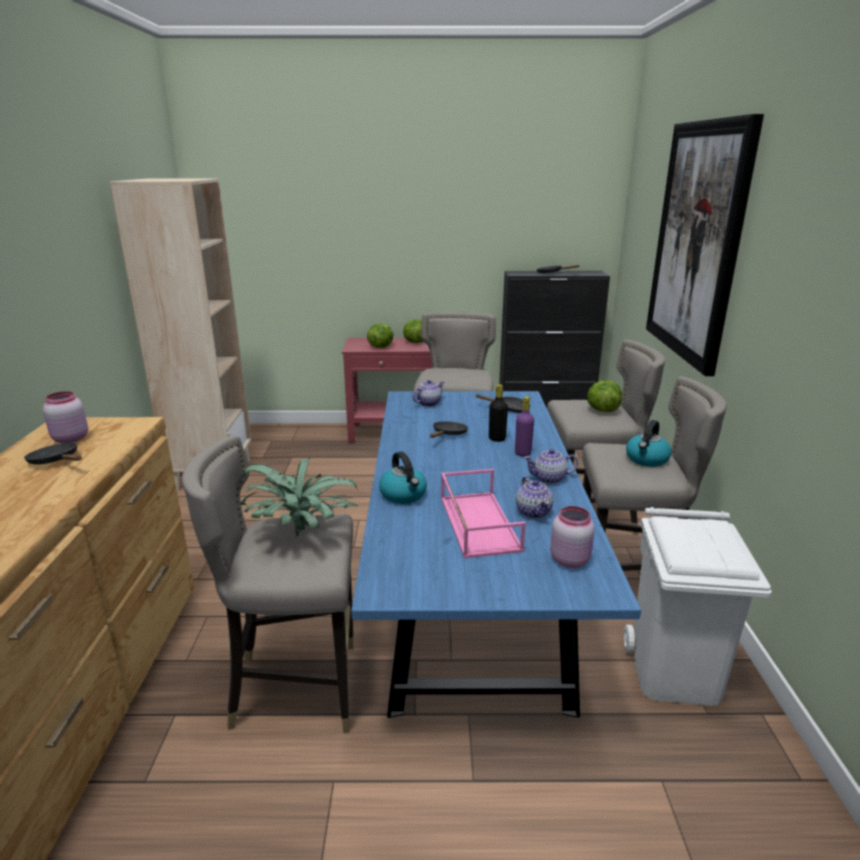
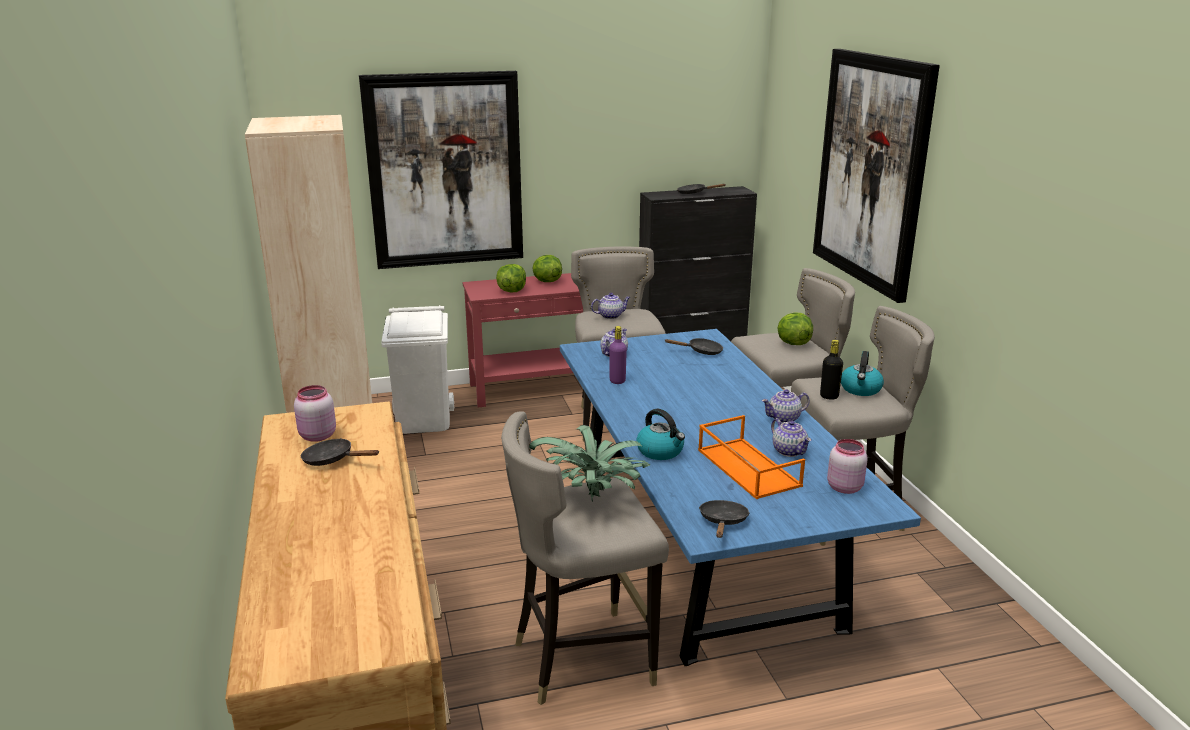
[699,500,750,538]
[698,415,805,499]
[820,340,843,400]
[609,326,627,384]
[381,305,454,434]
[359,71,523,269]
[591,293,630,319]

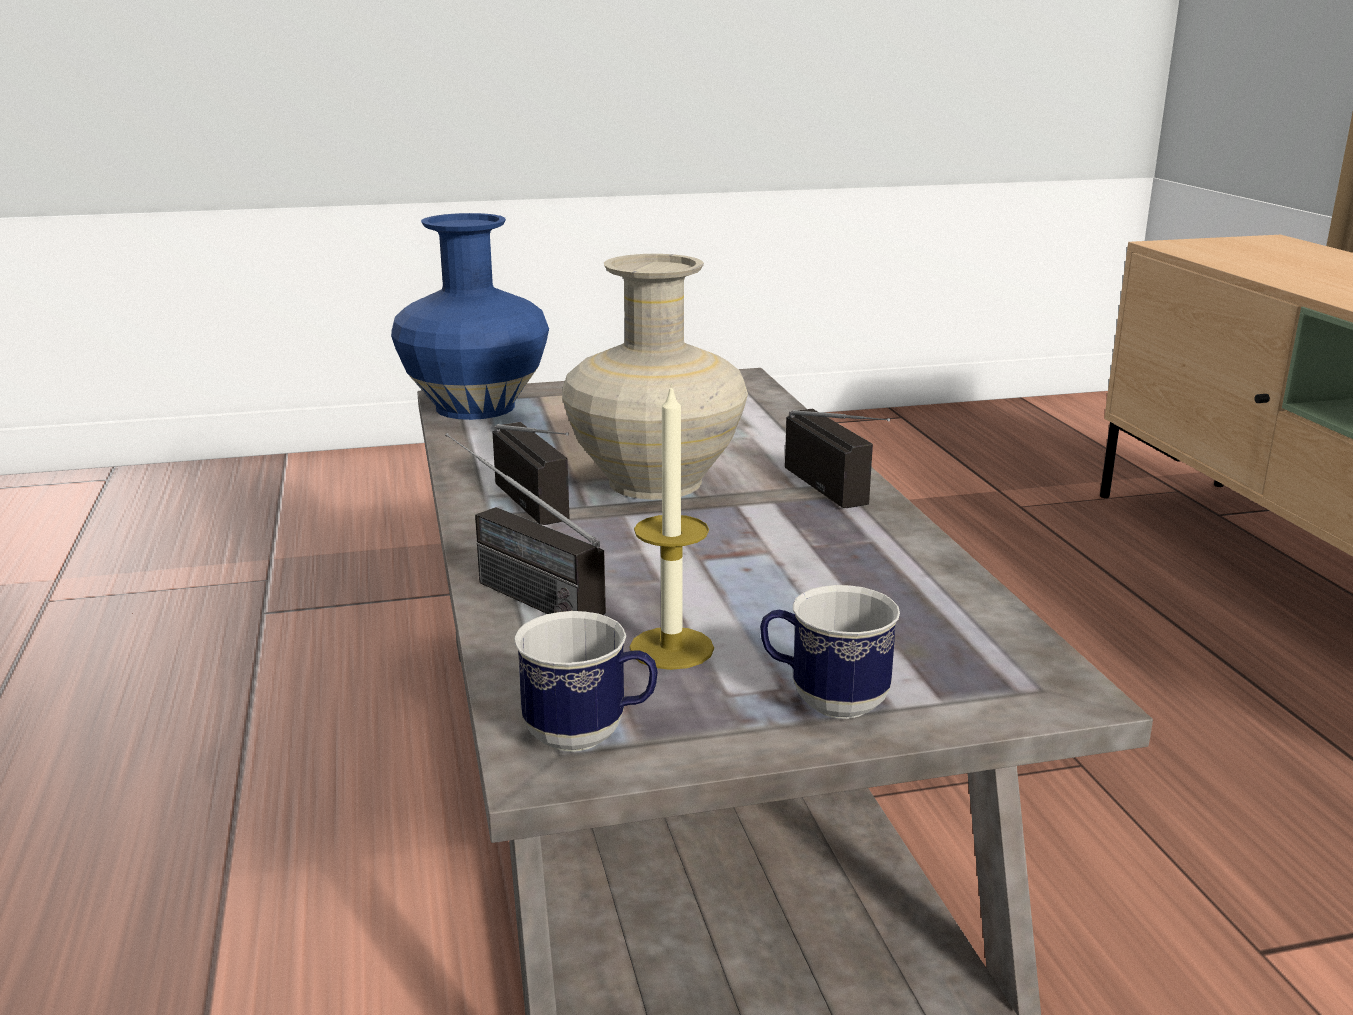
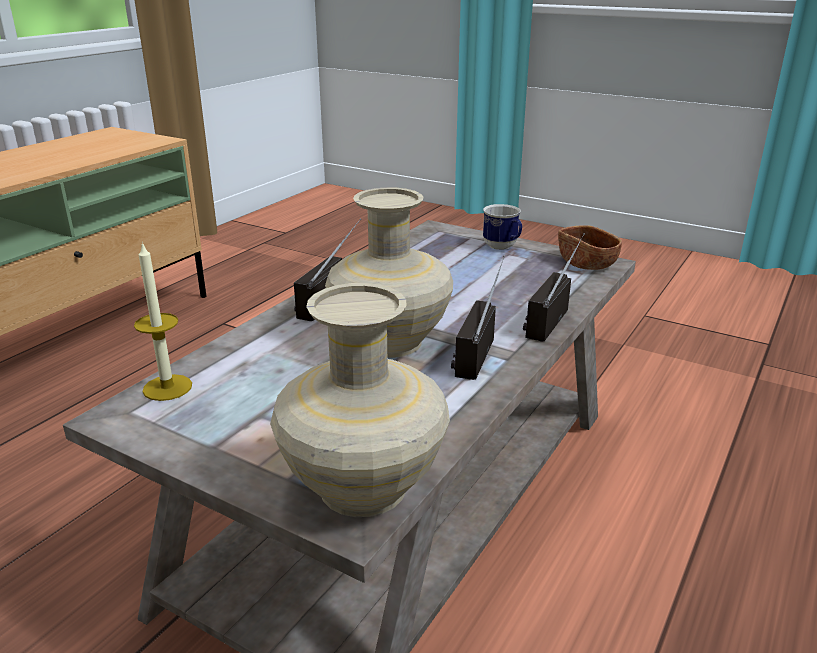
[270,283,450,517]
[523,233,585,341]
[558,225,622,270]
[134,241,192,401]

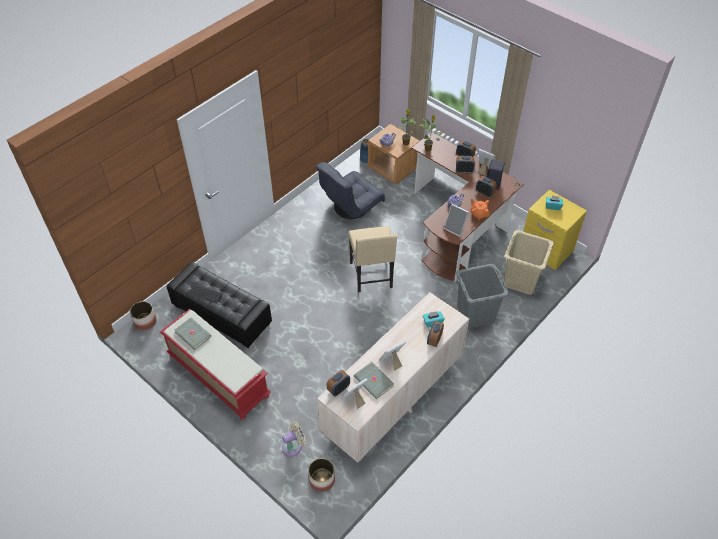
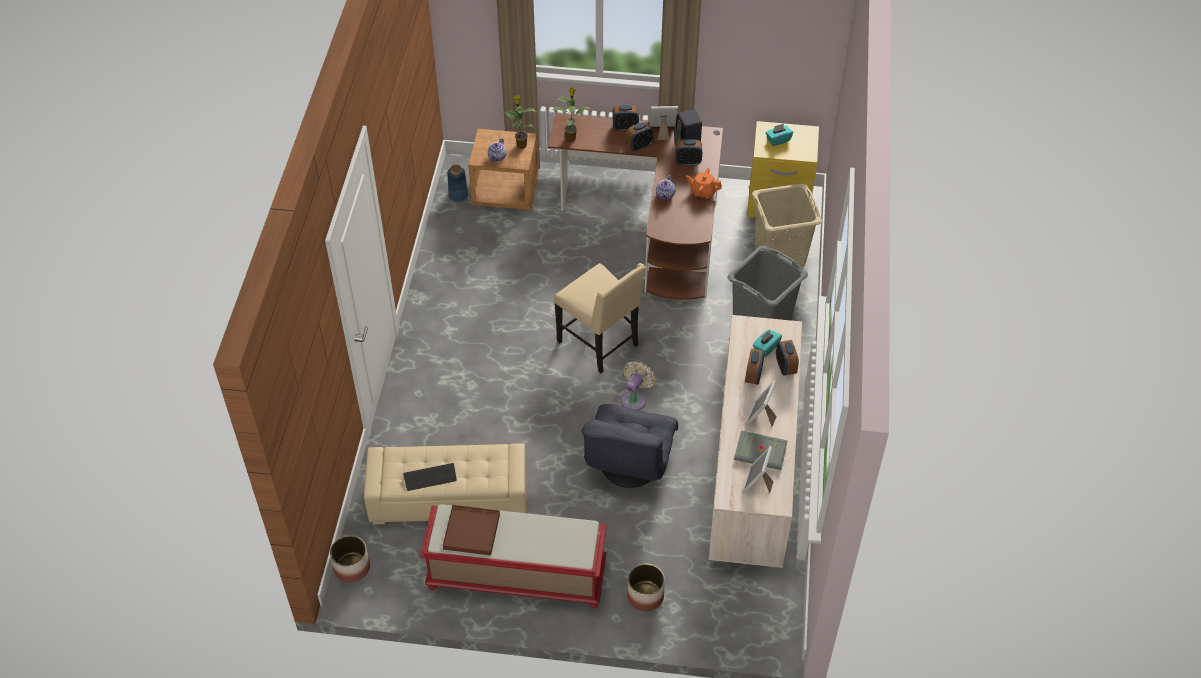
[364,443,527,524]
[443,505,500,555]
[621,361,655,411]
[627,564,665,611]
[581,404,678,488]
[745,348,765,385]
[444,204,469,237] (first image)

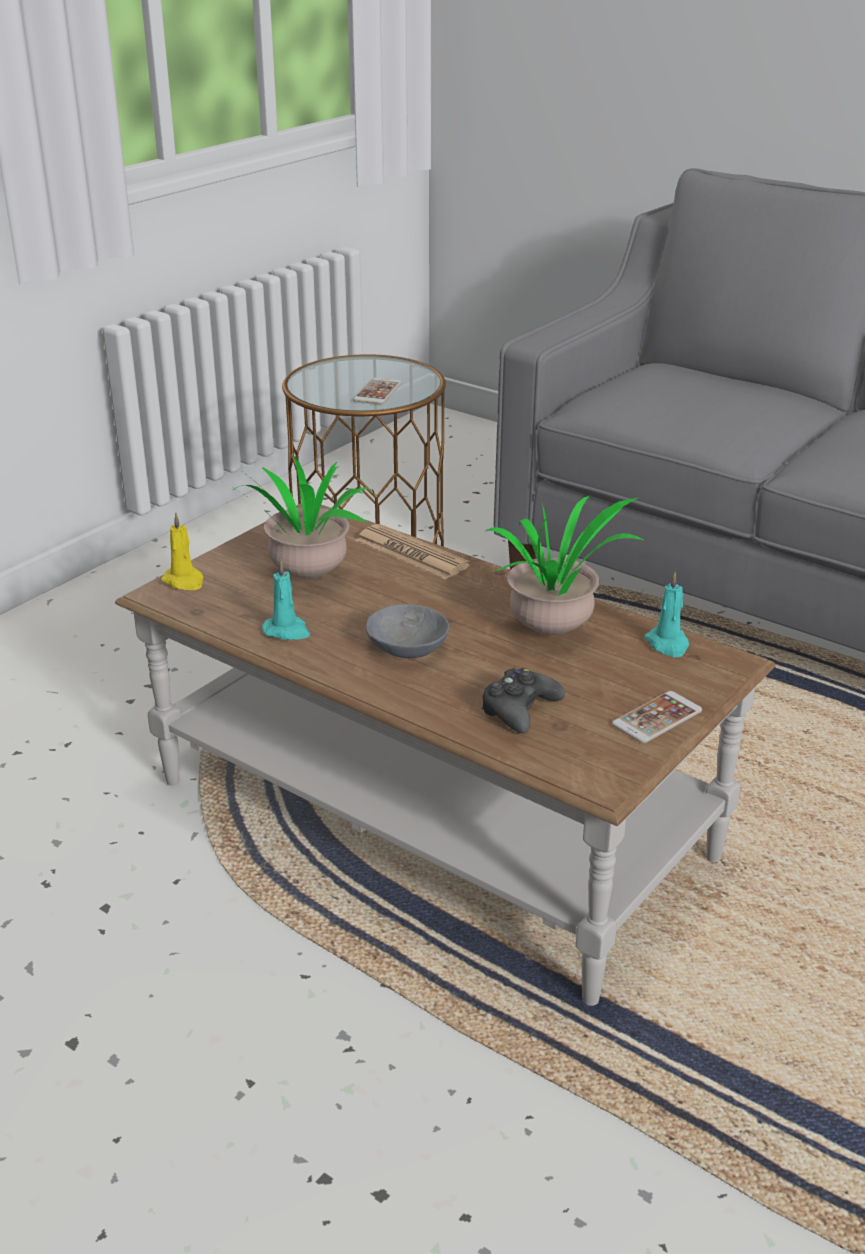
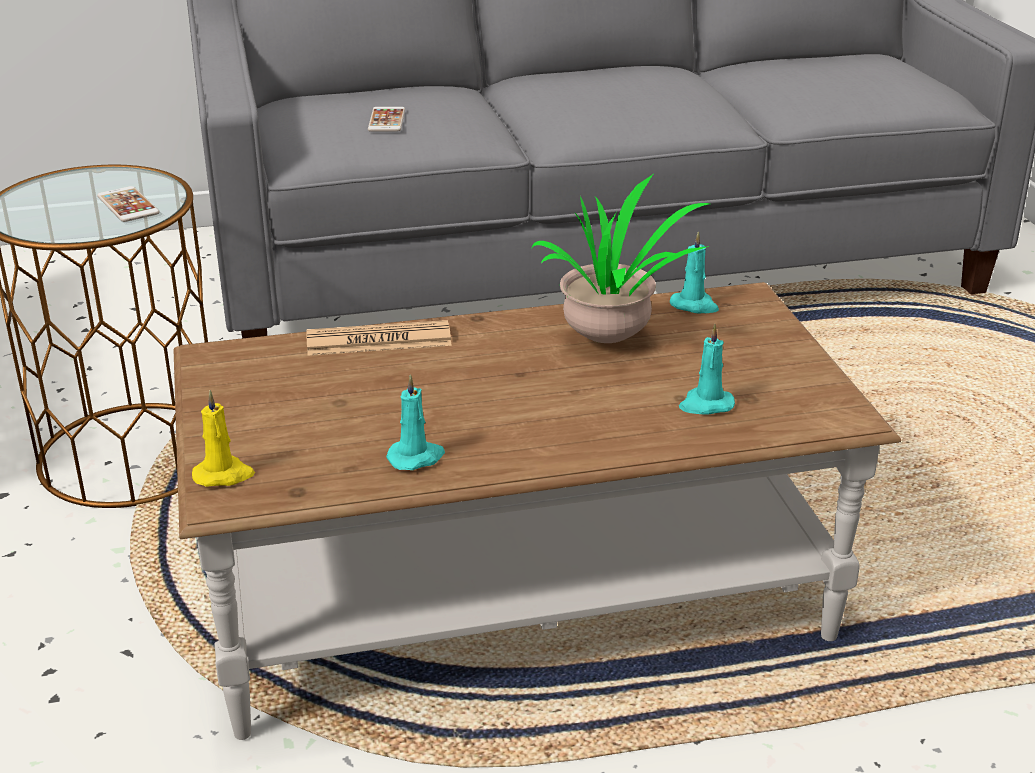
[225,454,374,579] (first image)
[366,604,449,658] (first image)
[679,324,735,415]
[368,107,405,132]

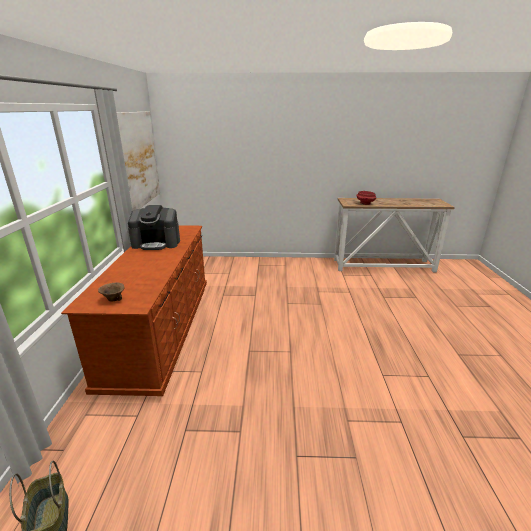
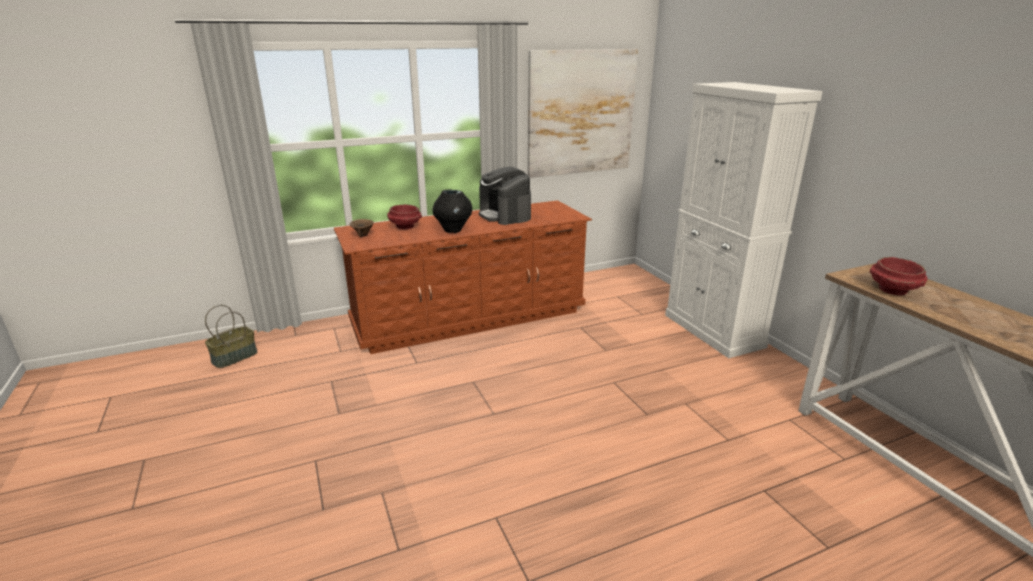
[387,204,422,229]
[432,189,472,233]
[665,82,823,358]

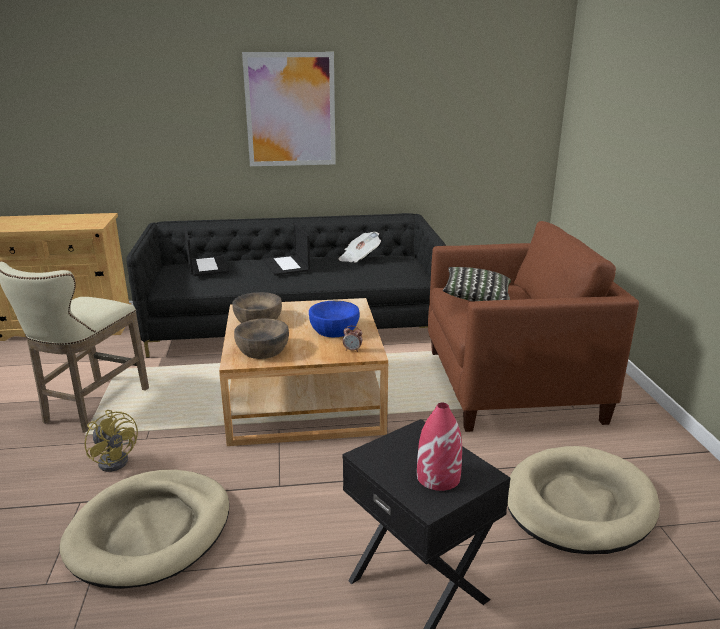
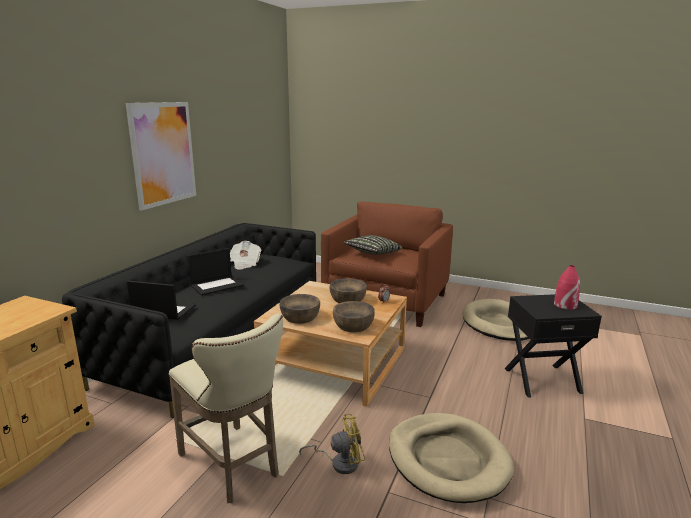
[187,248,244,296]
[330,278,367,303]

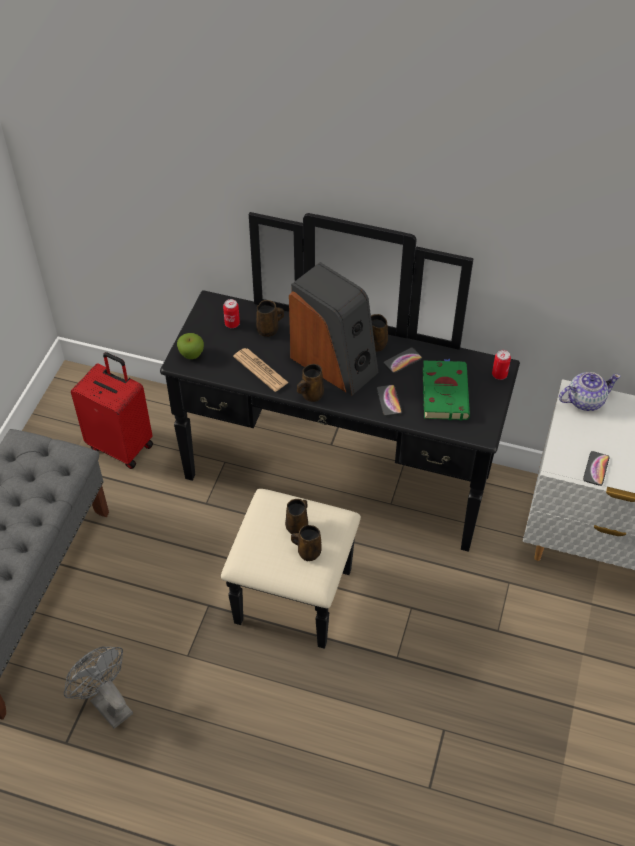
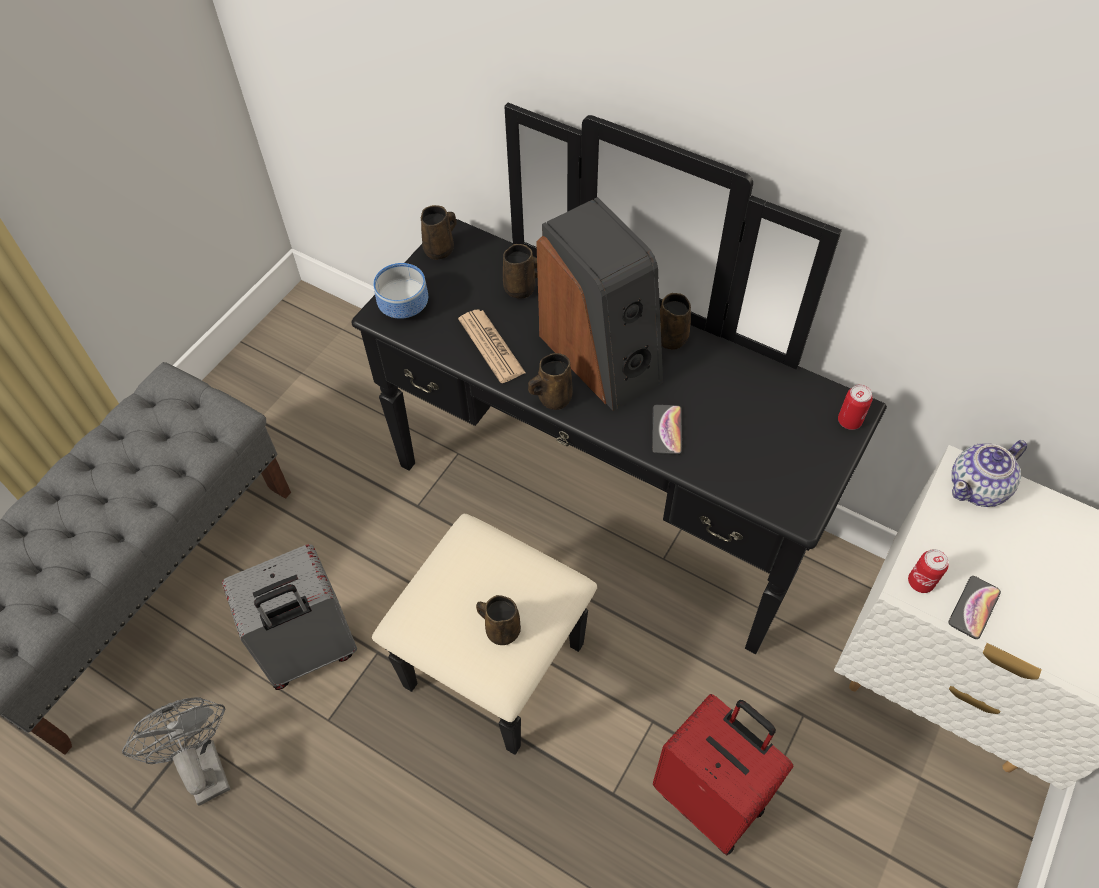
[653,694,794,855]
[373,263,428,319]
[908,549,949,593]
[421,205,457,260]
[383,348,422,373] (first image)
[423,359,470,421] (first image)
[952,440,1027,507]
[222,544,357,690]

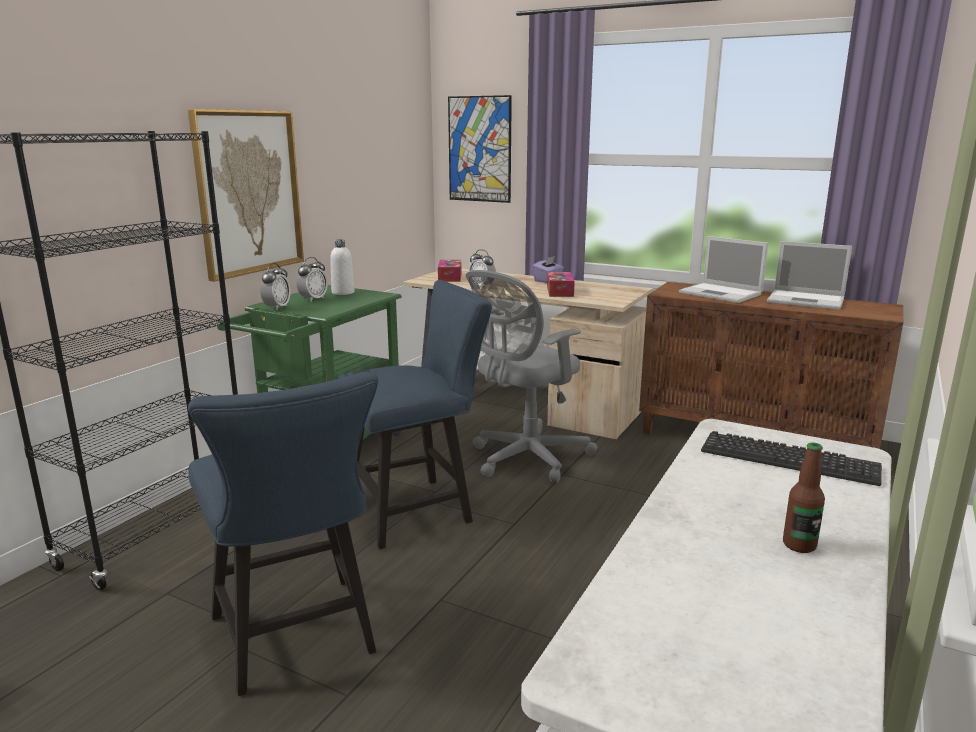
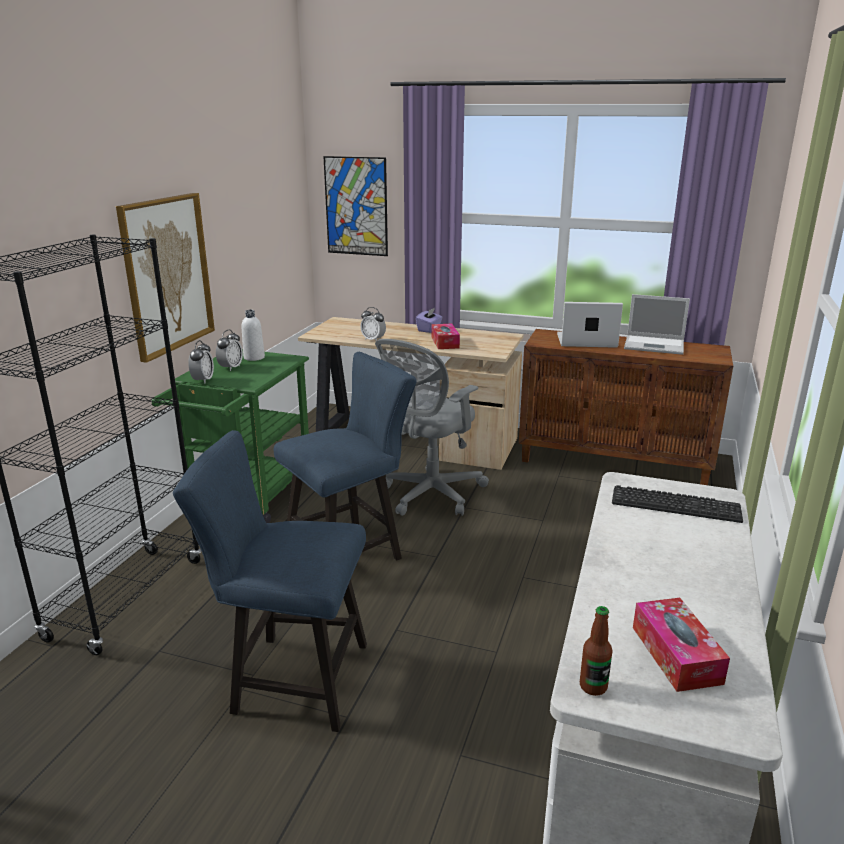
[173,430,367,732]
[633,598,730,692]
[557,302,623,348]
[580,606,612,696]

